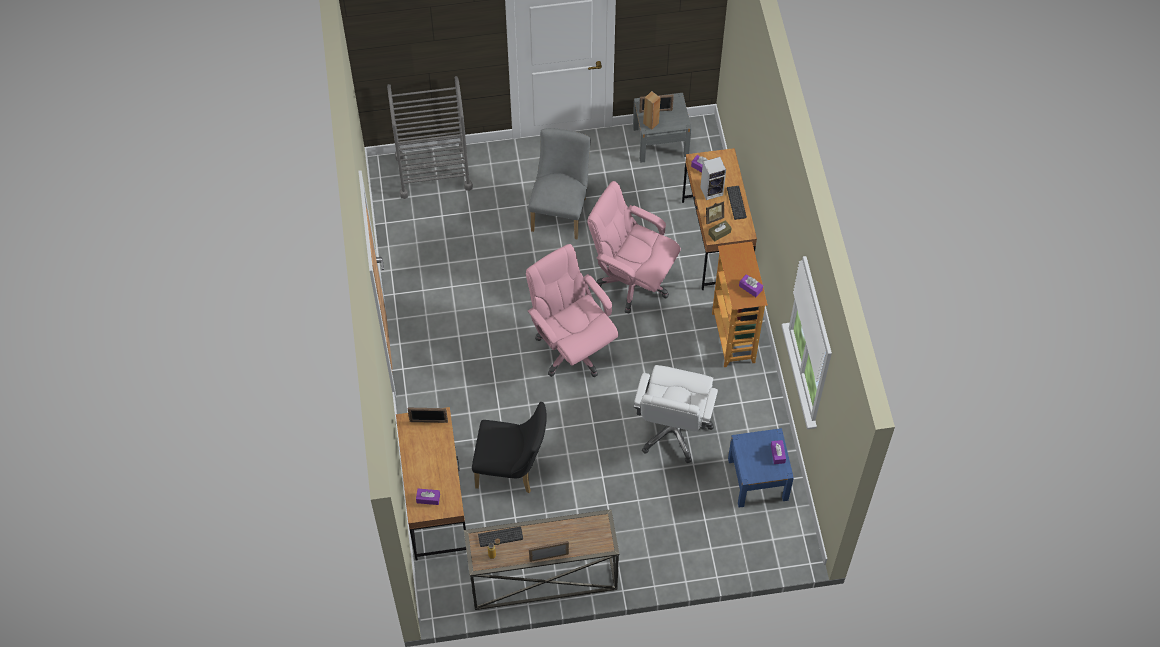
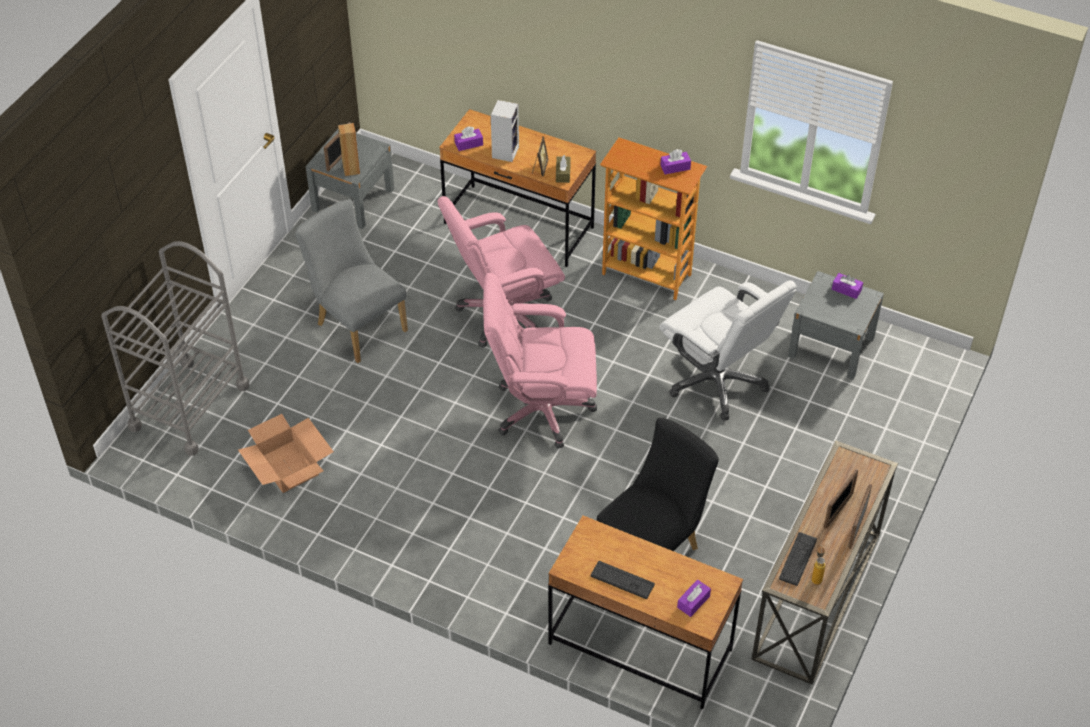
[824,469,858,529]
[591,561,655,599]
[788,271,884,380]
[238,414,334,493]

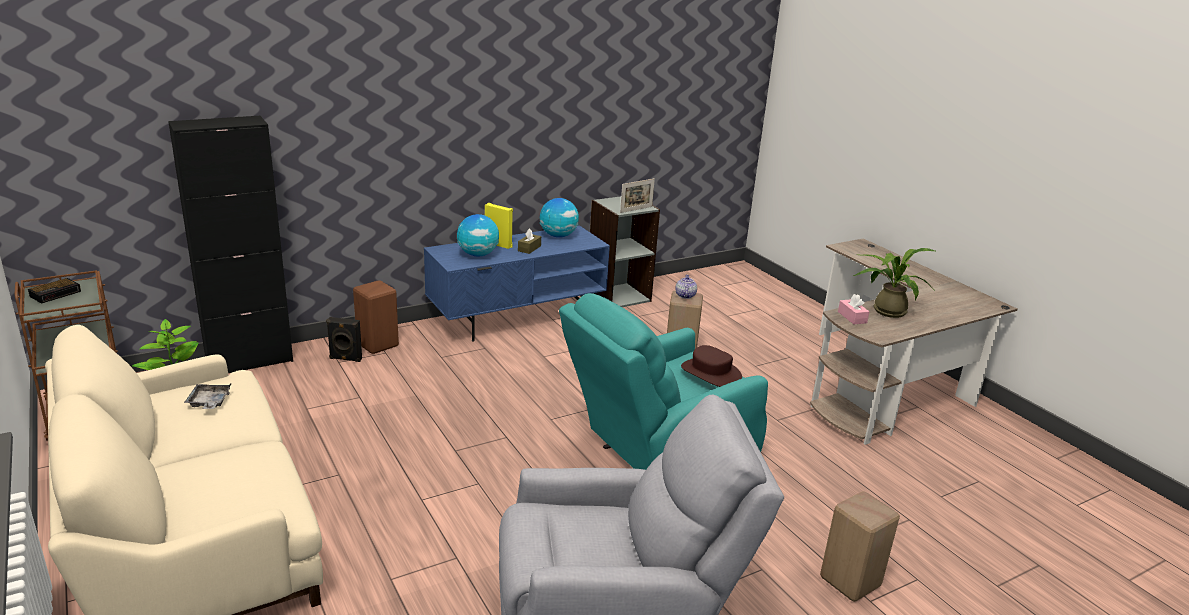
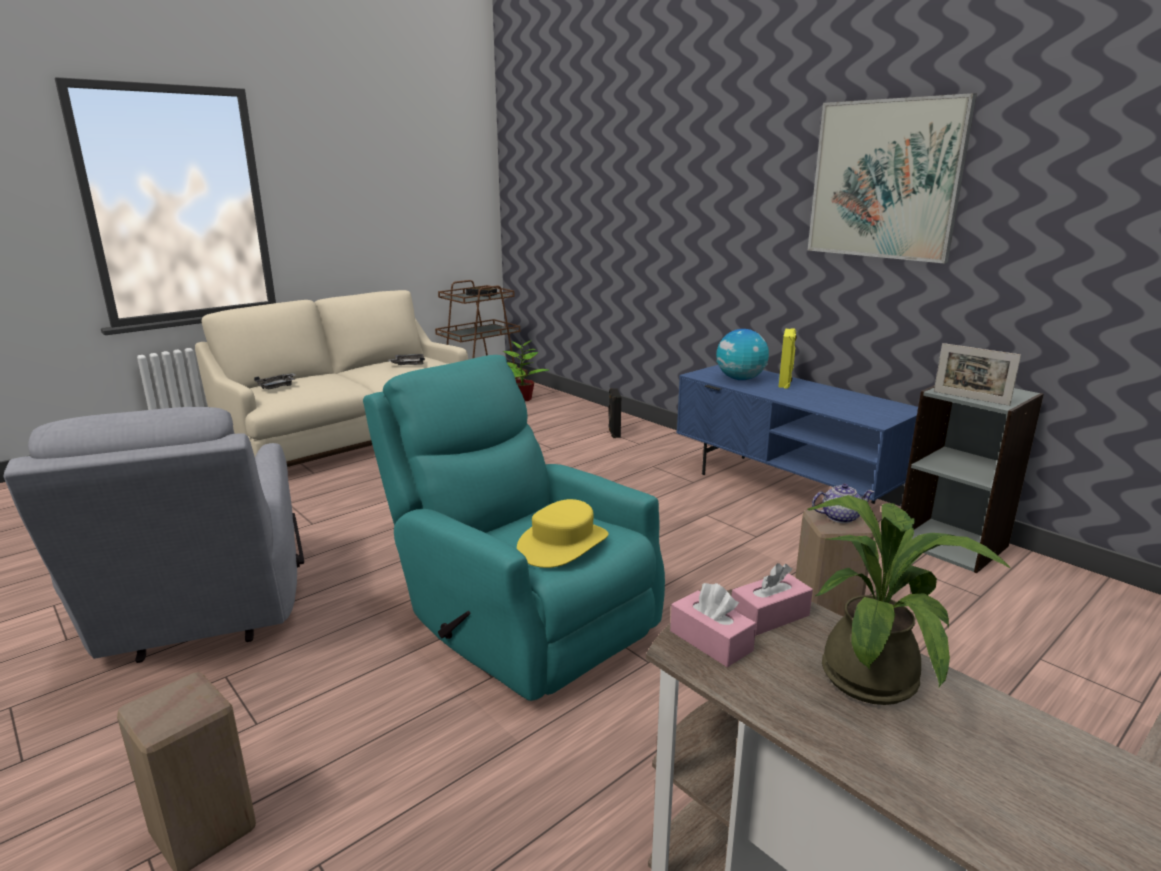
[168,116,293,373] (first image)
[353,280,399,354] (first image)
[518,228,541,254] (first image)
[540,198,579,237] (first image)
[517,499,609,568]
[254,373,296,389]
[670,583,756,667]
[808,93,977,263]

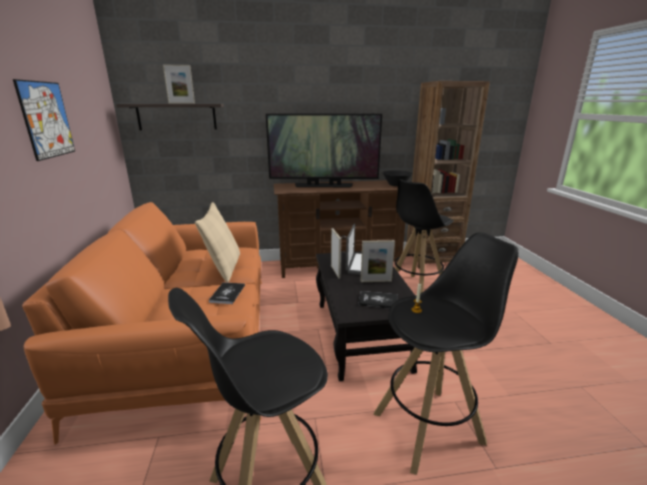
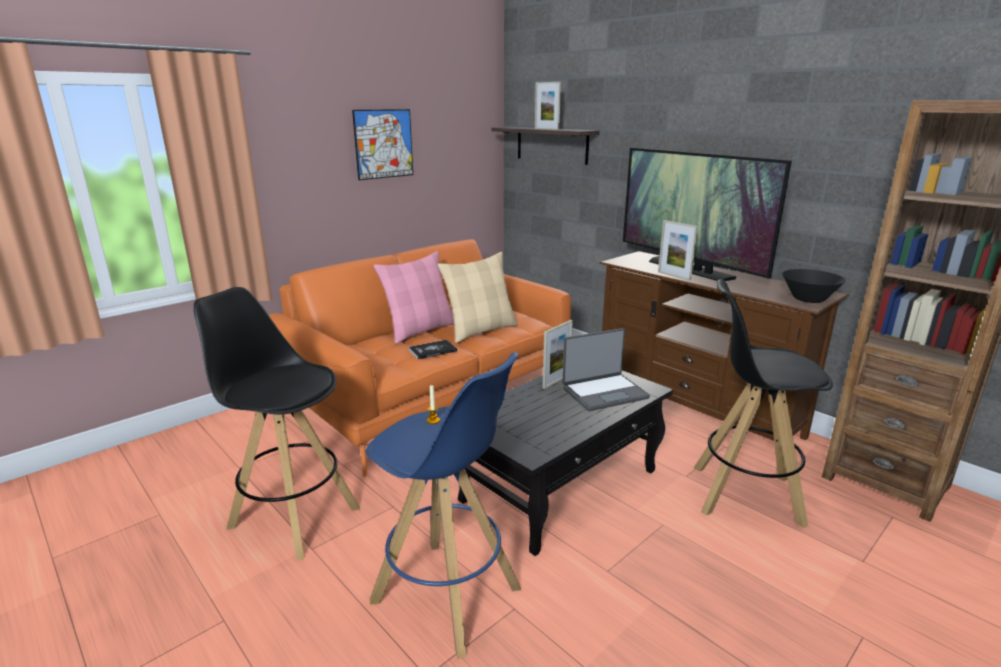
[358,291,398,309] (first image)
[658,220,698,281]
[365,352,521,659]
[373,251,454,344]

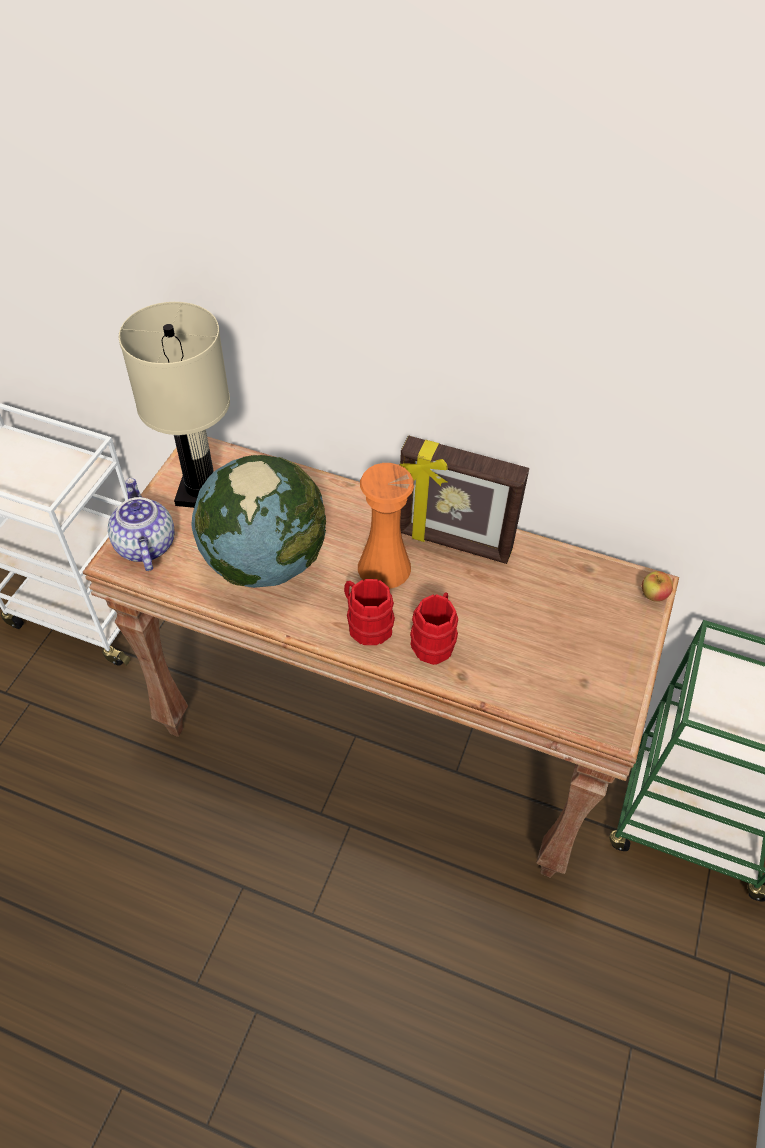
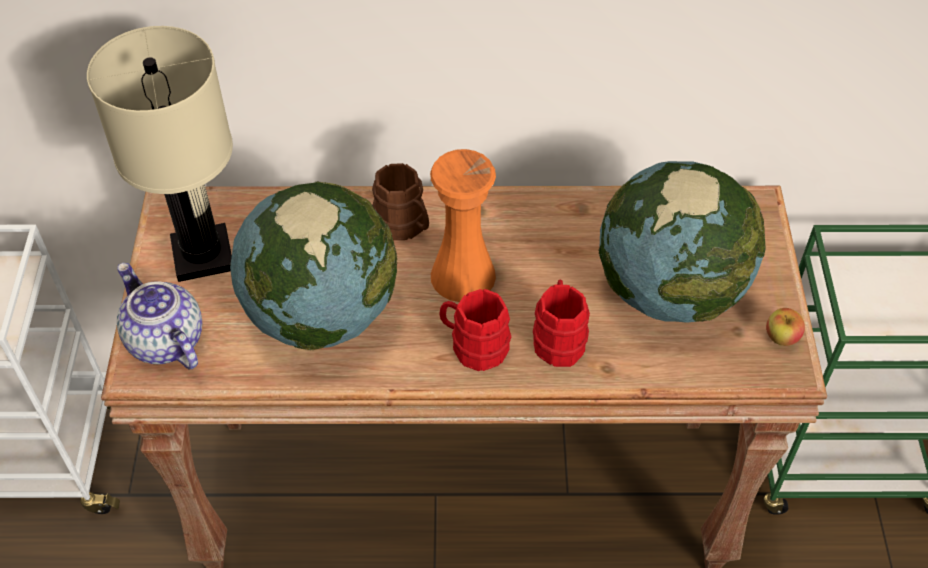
[400,436,529,564] (first image)
[766,308,805,346]
[372,163,429,240]
[598,161,766,323]

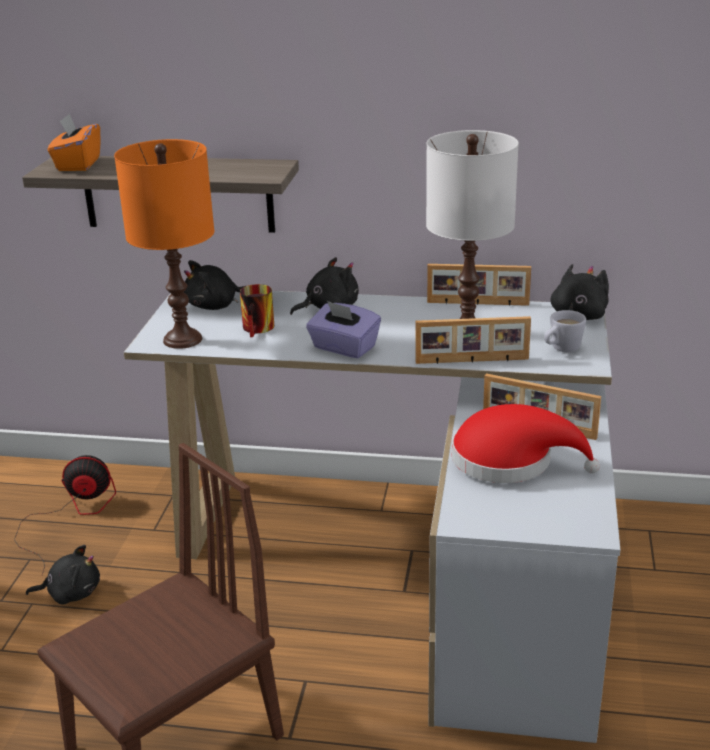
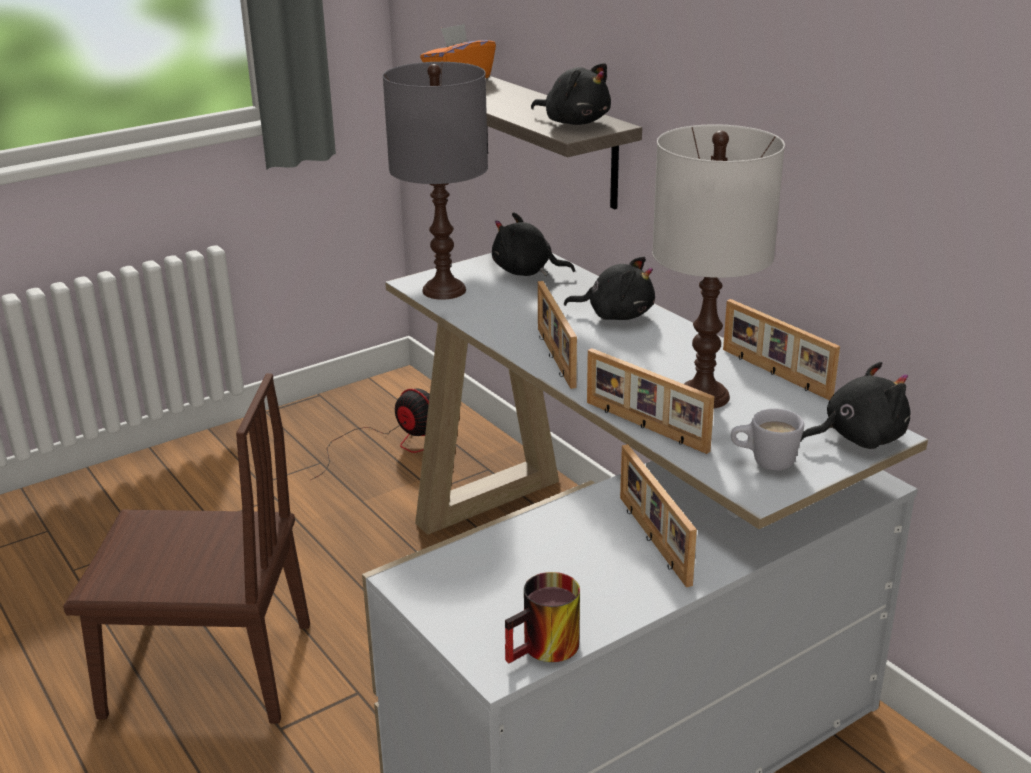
[531,63,611,125]
[383,62,488,300]
[505,572,580,663]
[538,281,577,389]
[451,404,600,483] (first image)

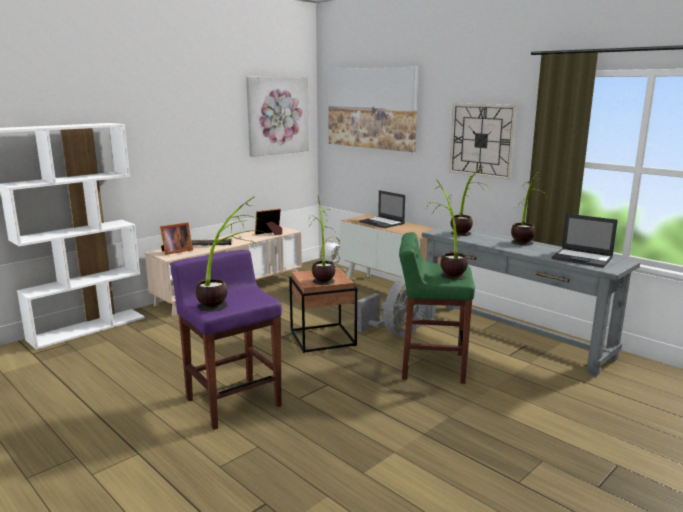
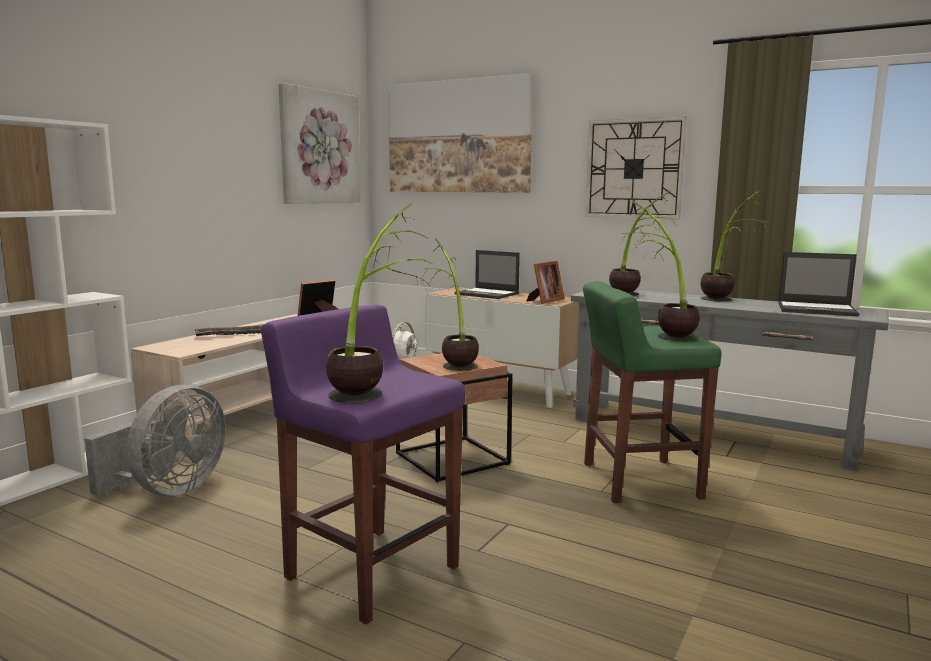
[526,261,565,304]
[84,385,226,496]

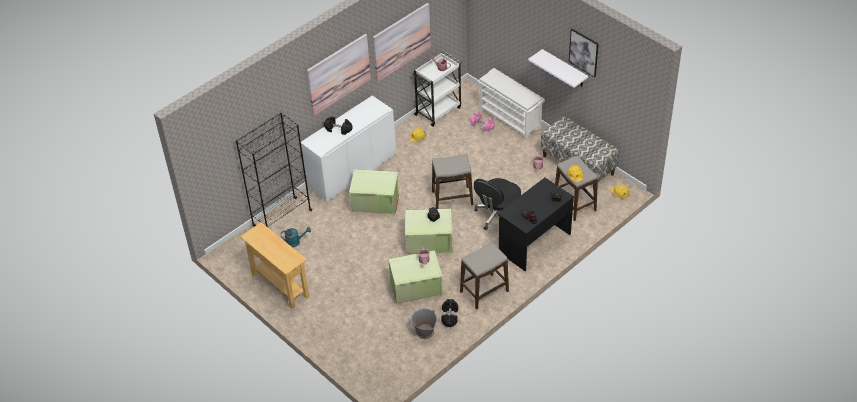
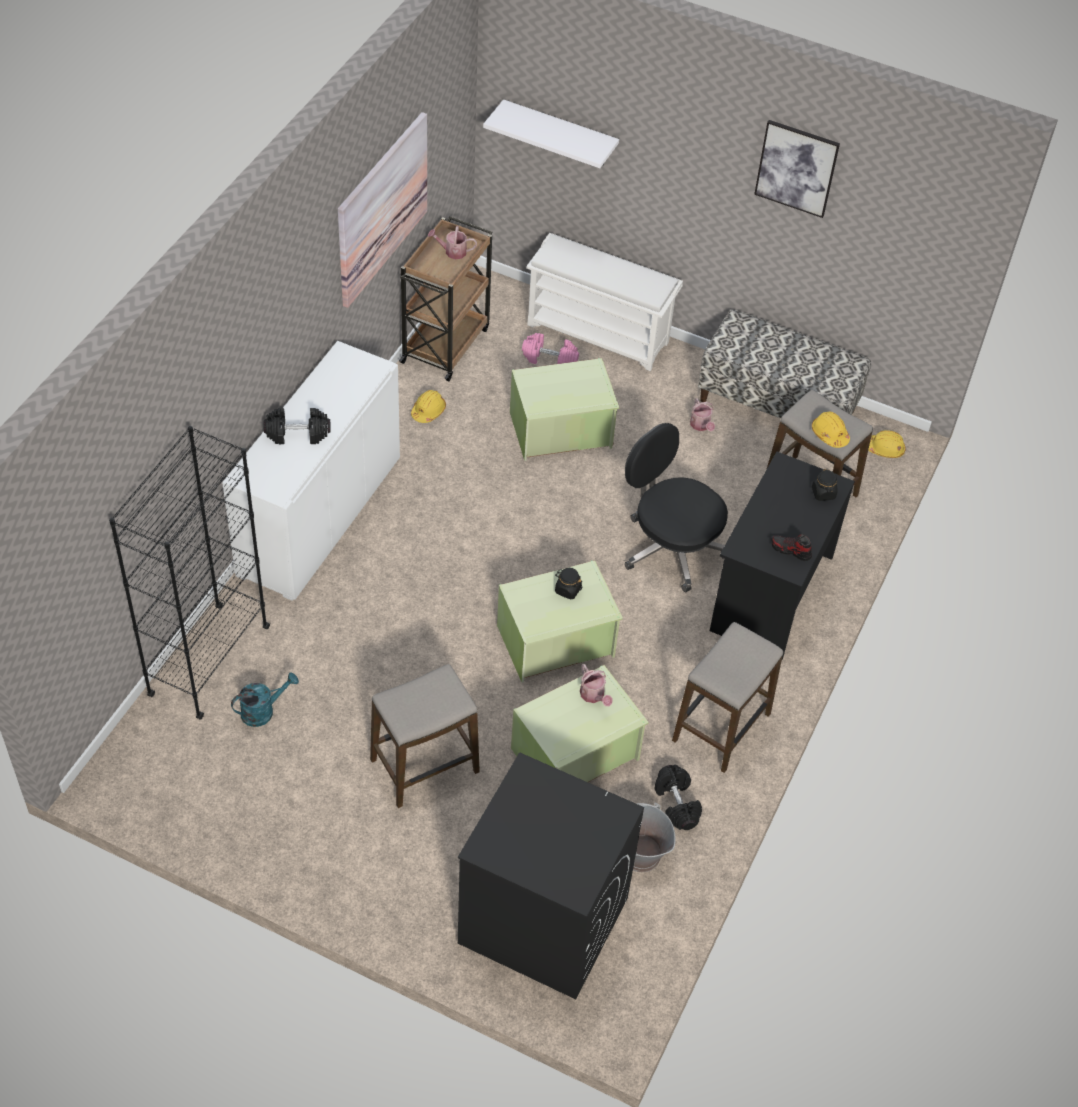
[240,222,309,309] (first image)
[307,34,371,115] (first image)
[510,358,619,461]
[399,216,493,381]
[370,664,480,808]
[625,423,728,592]
[483,100,619,168]
[458,752,644,999]

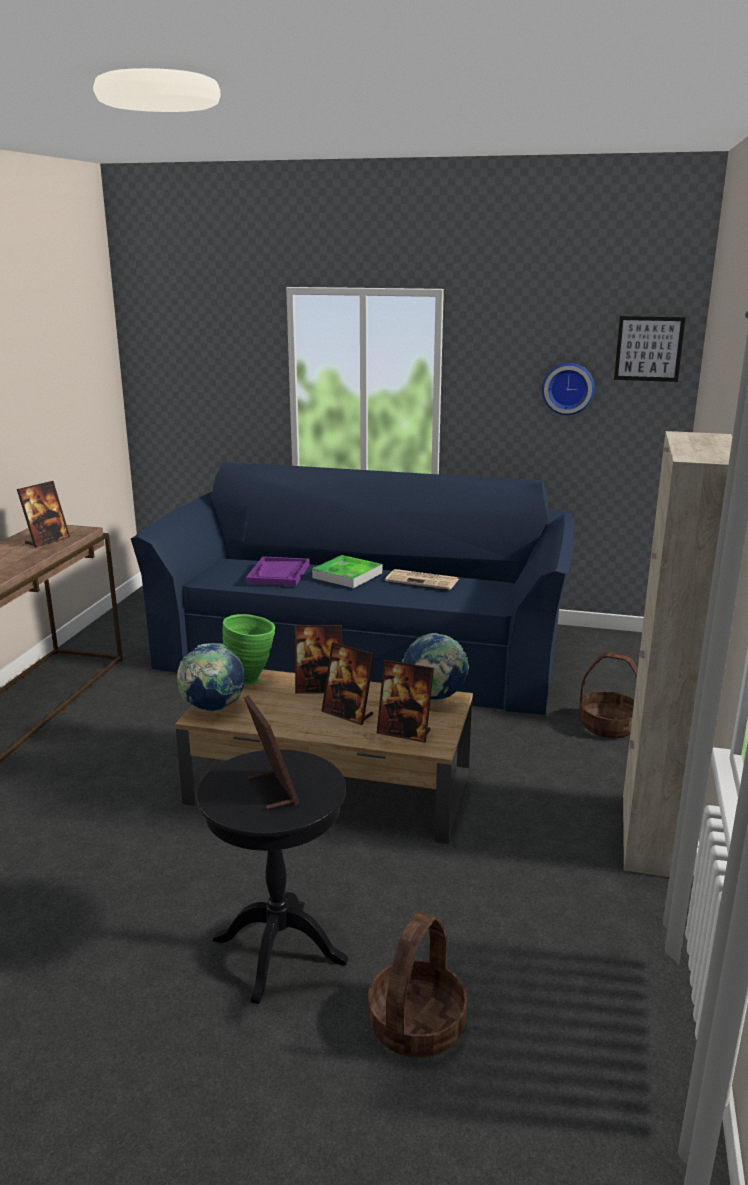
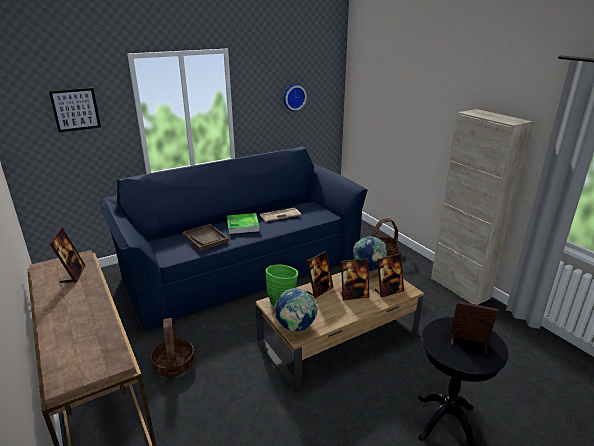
[182,224,229,251]
[151,318,195,377]
[49,88,101,133]

